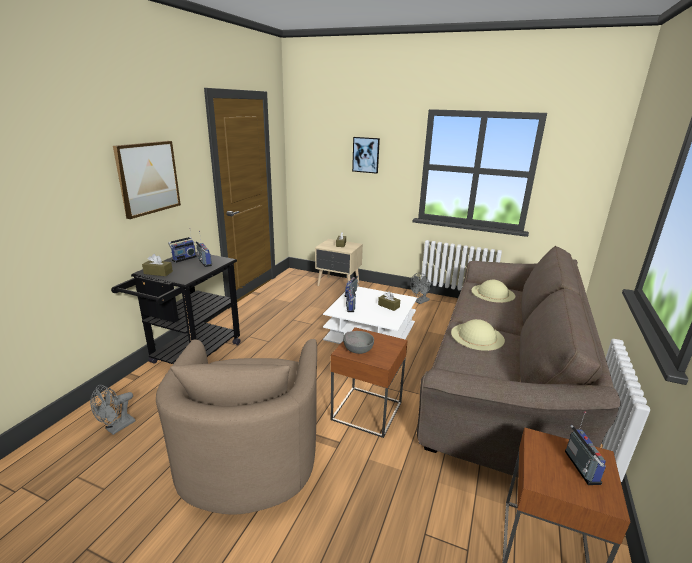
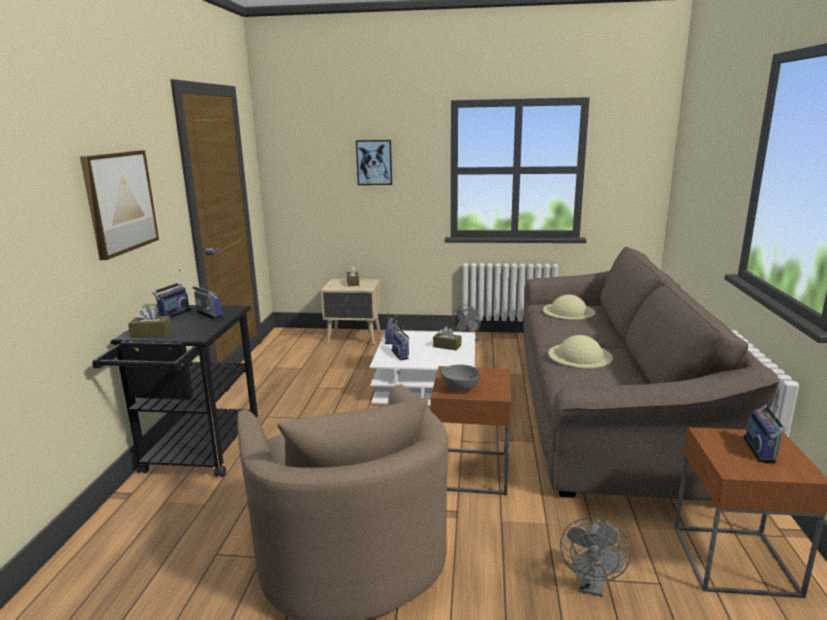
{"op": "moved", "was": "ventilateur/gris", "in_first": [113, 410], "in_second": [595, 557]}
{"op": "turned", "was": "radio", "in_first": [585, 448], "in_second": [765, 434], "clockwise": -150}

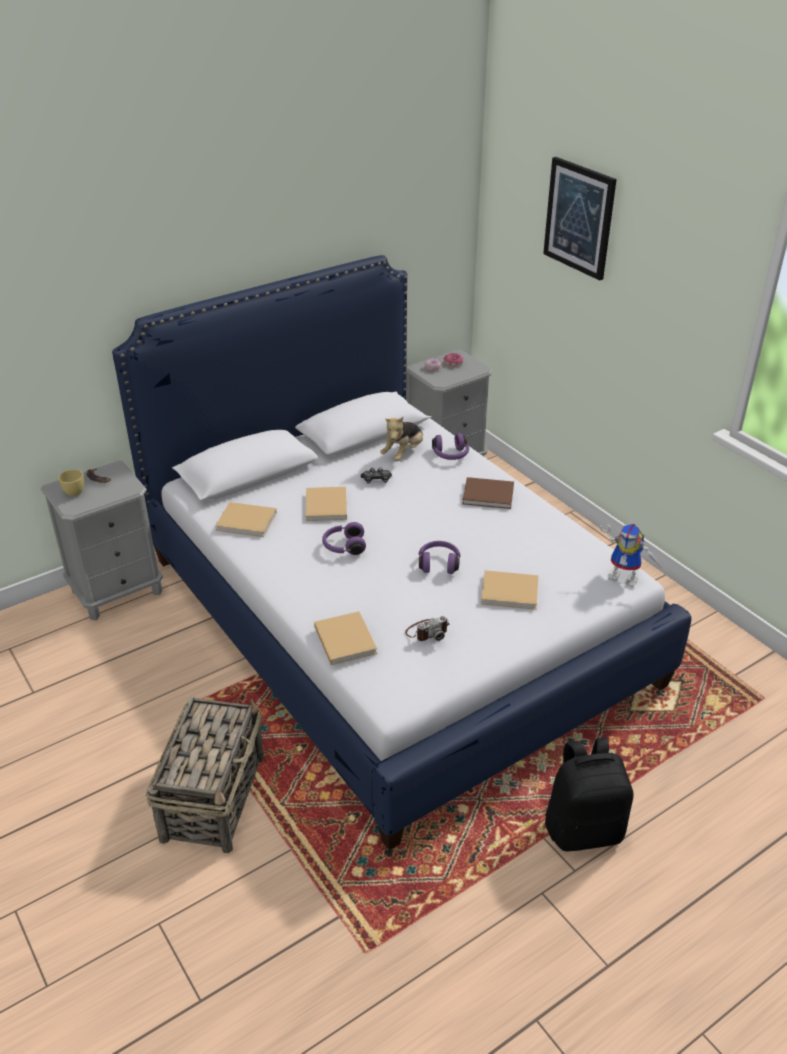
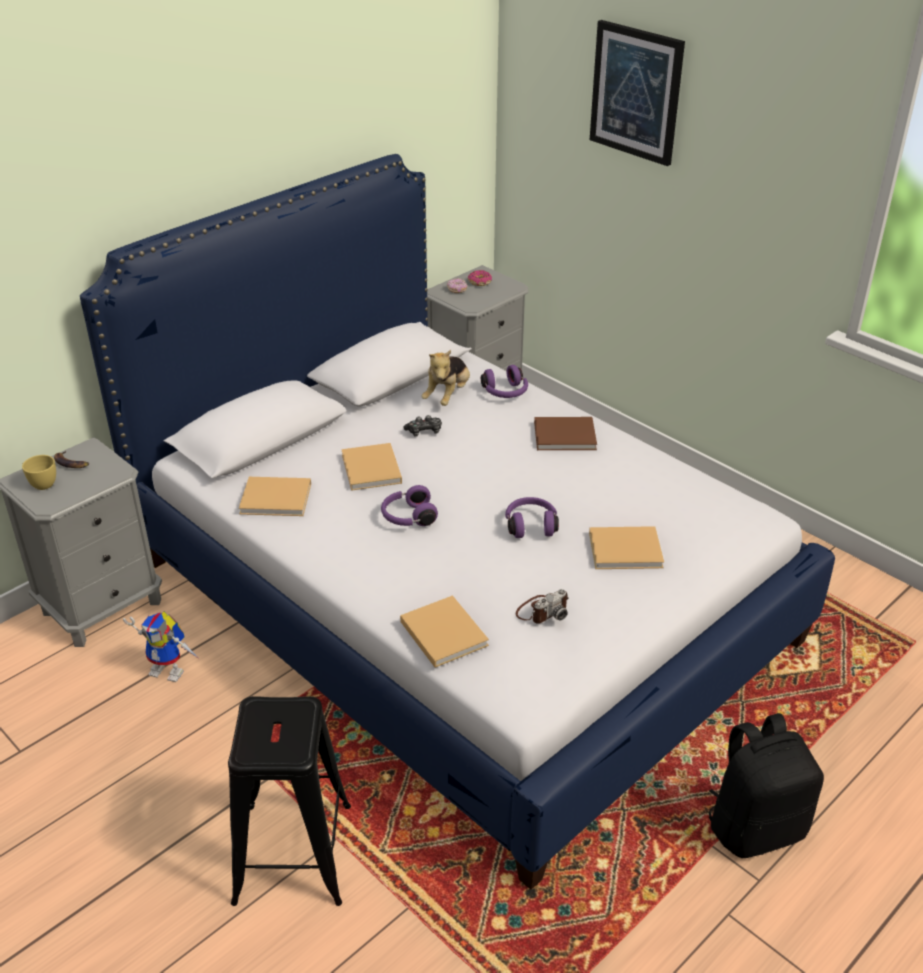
{"op": "moved", "was": "robot jouet", "in_first": [631, 555], "in_second": [161, 647]}
{"op": "replaced", "was": "panier", "now": "tabouret/noir", "in_first": [205, 775], "in_second": [289, 801]}

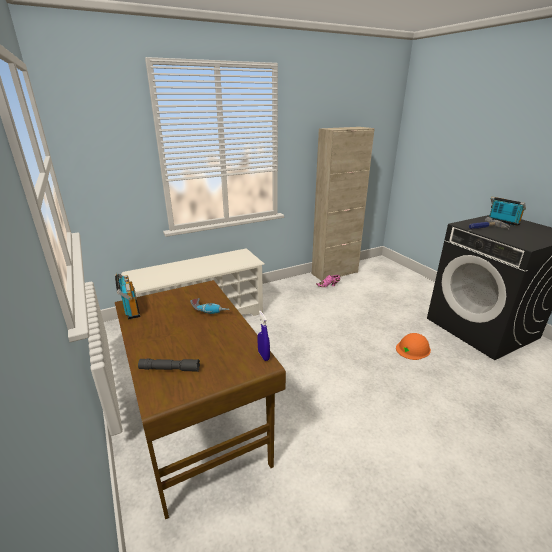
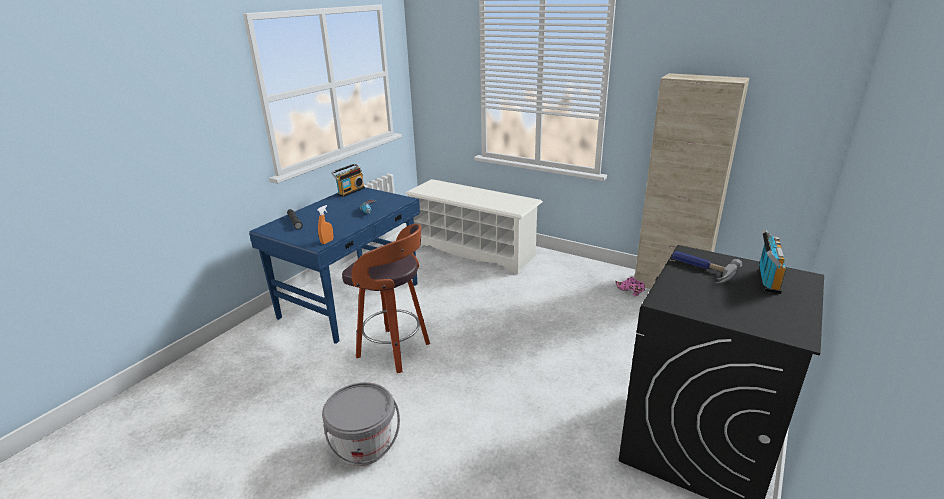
{"op": "recoloured", "was": "bureau/marron", "now": "bureau/bleu", "in_first": [200, 400], "in_second": [334, 265]}
{"op": "recoloured", "was": "vaporisateur/bleu", "now": "vaporisateur/orange", "in_first": [263, 336], "in_second": [325, 224]}
{"op": "added", "now": "seau/gris", "in_second": [361, 424]}
{"op": "added", "now": "tabouret", "in_second": [386, 298]}
{"op": "removed", "was": "casque de chantier/orange", "in_first": [413, 346]}

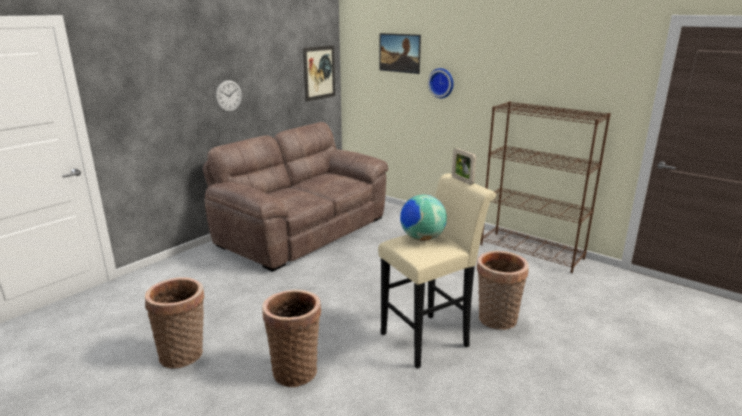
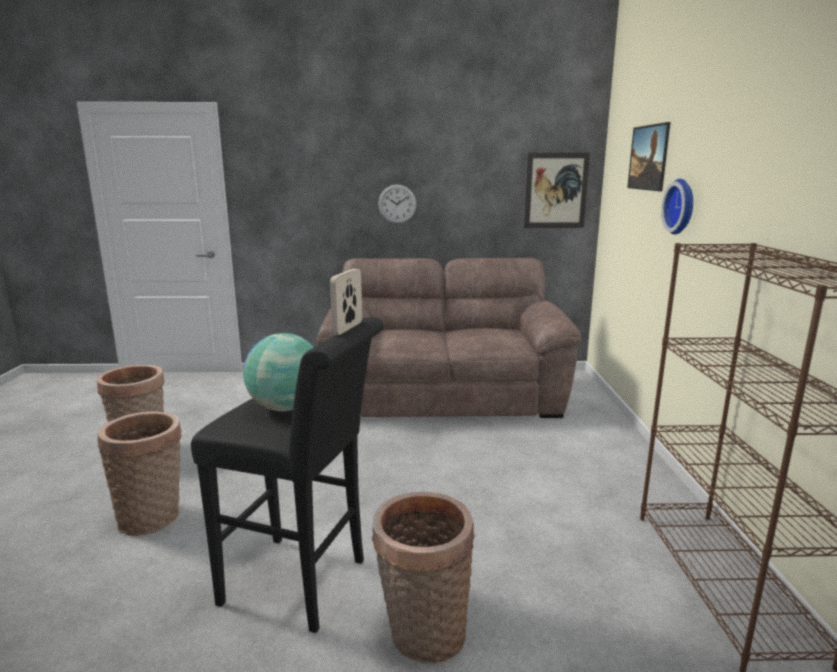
{"op": "recoloured", "was": "tabouret/beige", "now": "tabouret/noir", "in_first": [437, 271], "in_second": [287, 475]}

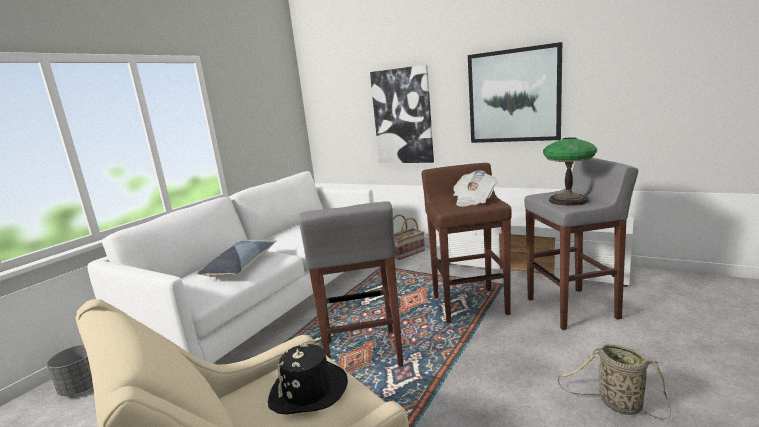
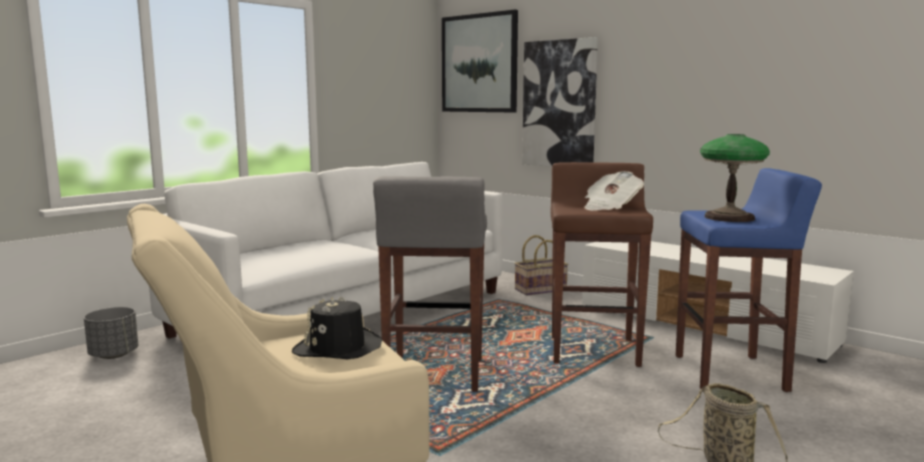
{"op": "moved", "was": "tableau", "in_first": [515, 92], "in_second": [480, 61]}
{"op": "recoloured", "was": "tabouret/gris", "now": "tabouret/bleu", "in_first": [581, 244], "in_second": [749, 280]}
{"op": "removed", "was": "coussin", "in_first": [236, 258]}

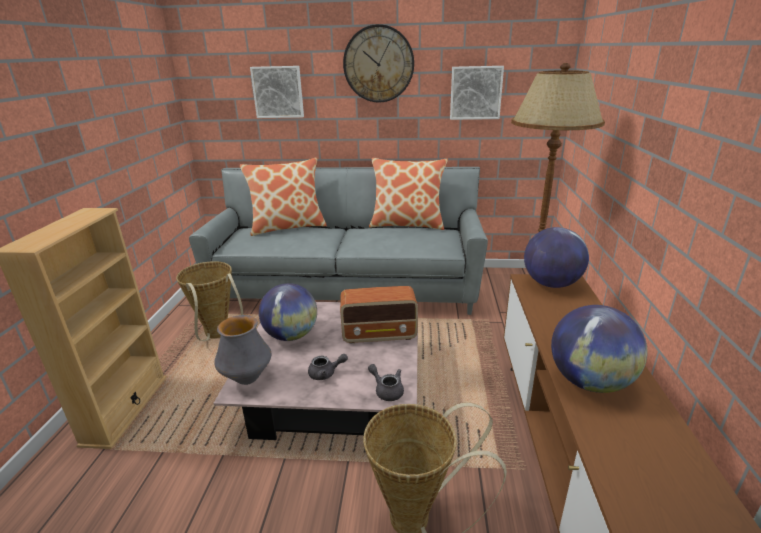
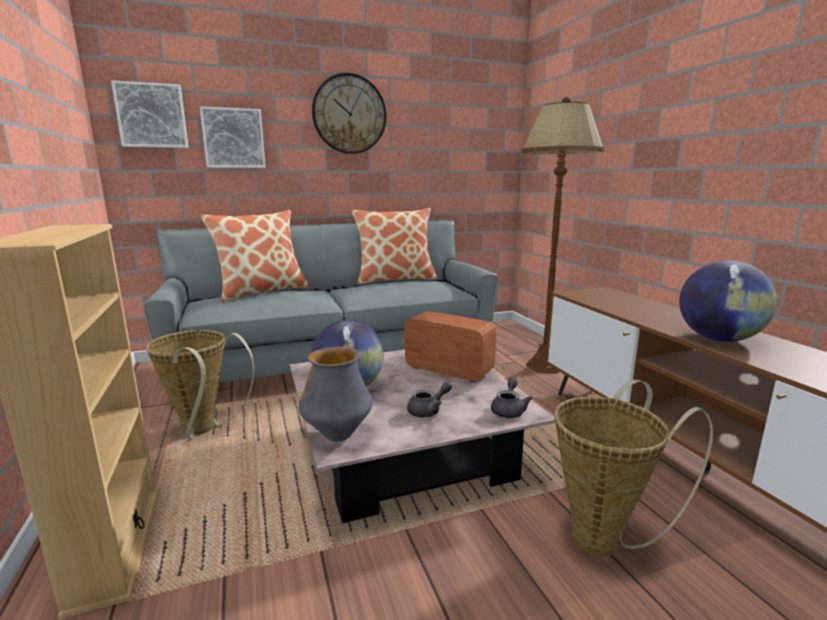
{"op": "moved", "was": "tableau", "in_first": [477, 93], "in_second": [149, 114]}
{"op": "turned", "was": "radio", "in_first": [379, 315], "in_second": [451, 347], "clockwise": -120}
{"op": "turned", "was": "théière/gris", "in_first": [386, 382], "in_second": [512, 397], "clockwise": 90}
{"op": "removed", "was": "globe", "in_first": [556, 257]}

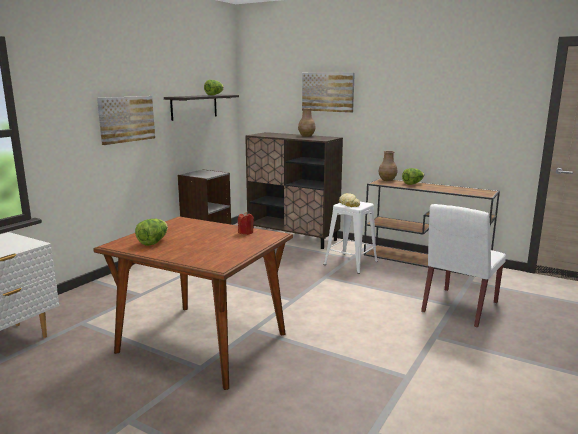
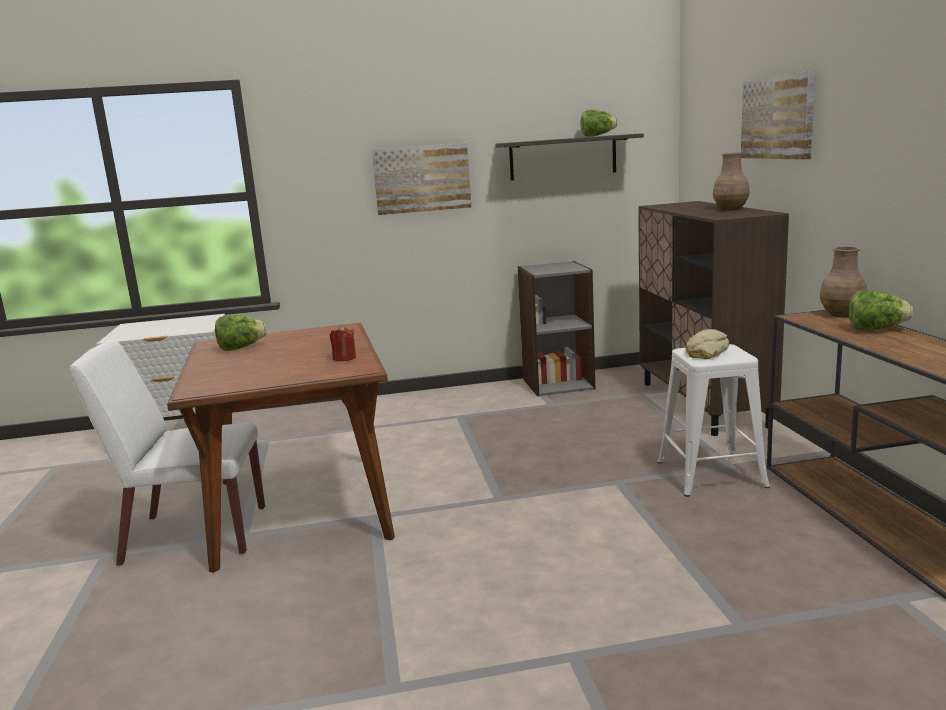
{"op": "moved", "was": "chaise/blanc", "in_first": [463, 266], "in_second": [167, 453]}

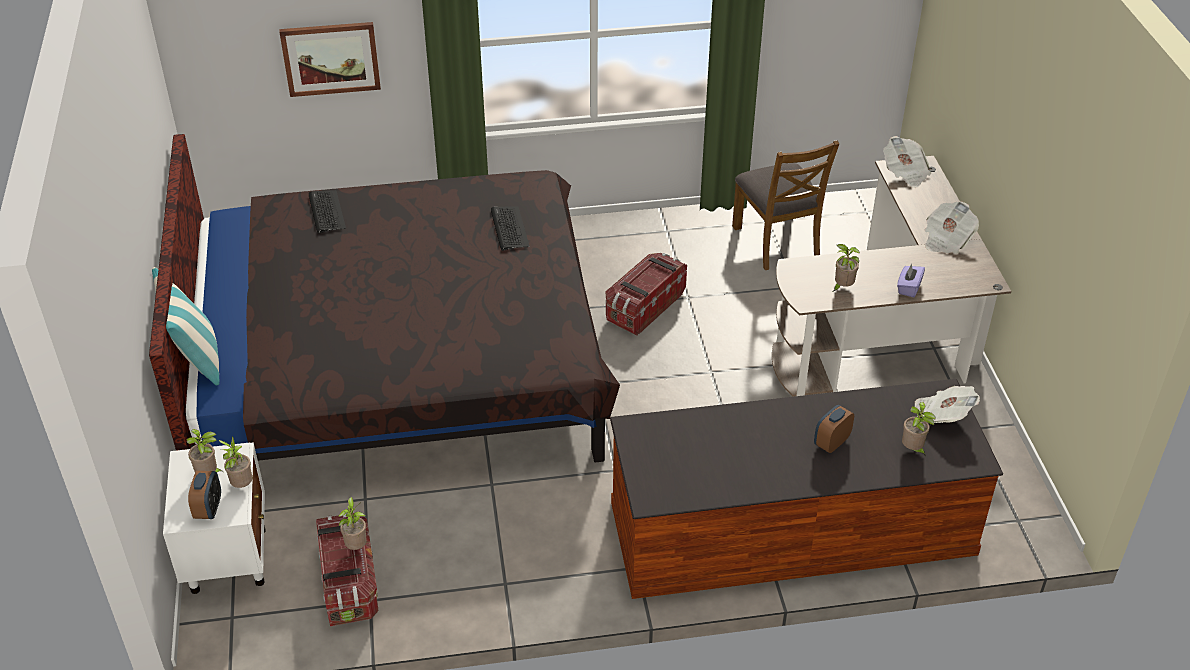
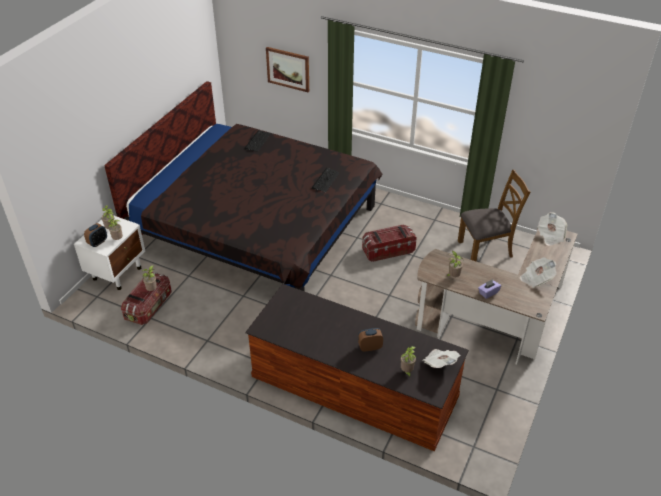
{"op": "turned", "was": "chaise/marron", "in_first": [785, 205], "in_second": [494, 215], "clockwise": -120}
{"op": "removed", "was": "coussin", "in_first": [185, 326]}

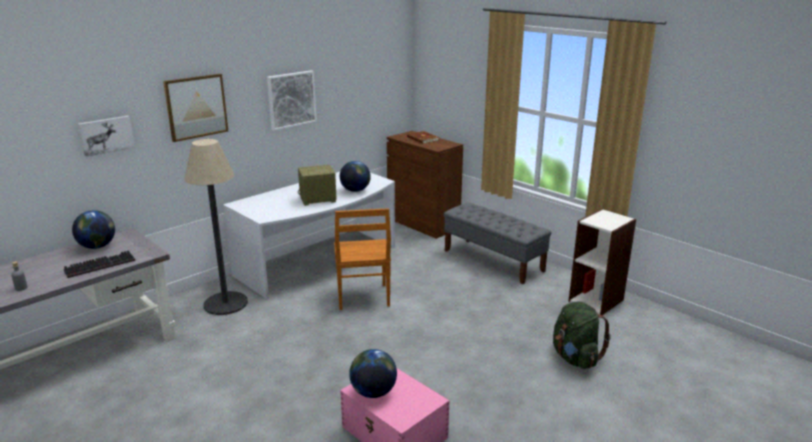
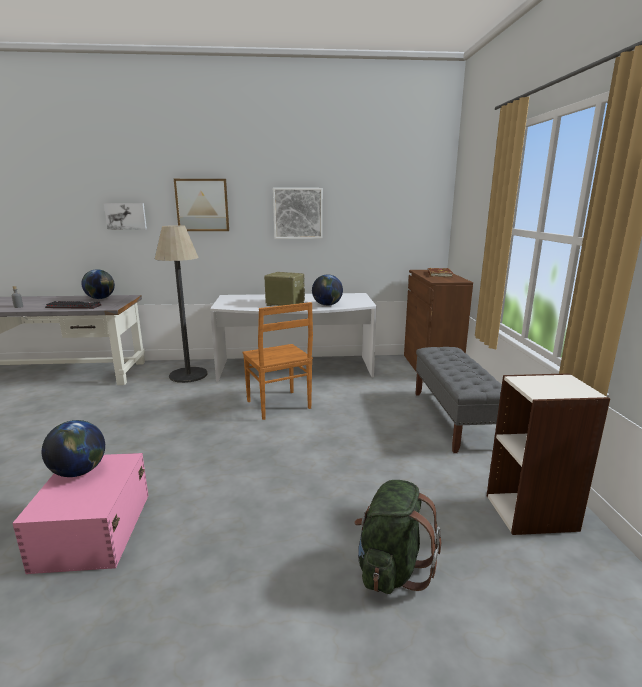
{"op": "turned", "was": "chaise/marron", "in_first": [362, 259], "in_second": [278, 361], "clockwise": -60}

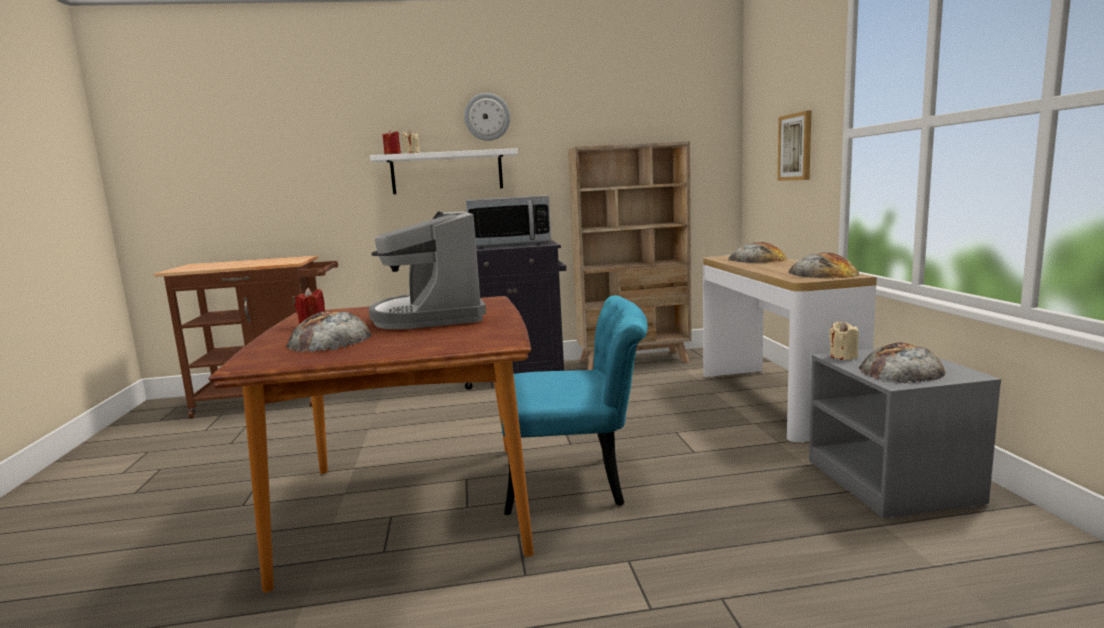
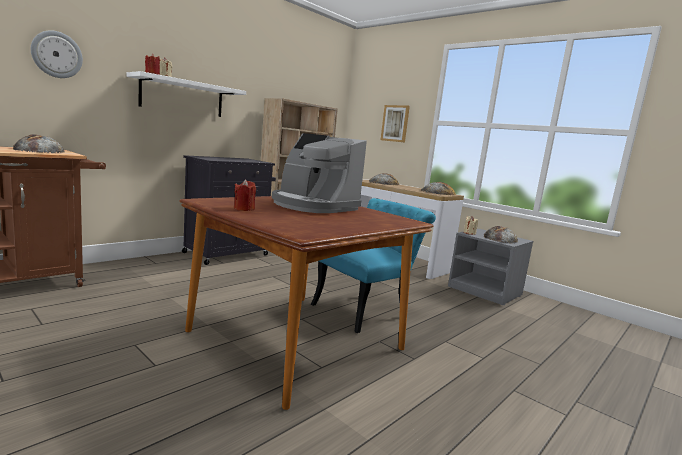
{"op": "moved", "was": "pain", "in_first": [328, 331], "in_second": [39, 143]}
{"op": "moved", "was": "horloge murale", "in_first": [487, 117], "in_second": [57, 54]}
{"op": "removed", "was": "micro-ondes", "in_first": [509, 221]}

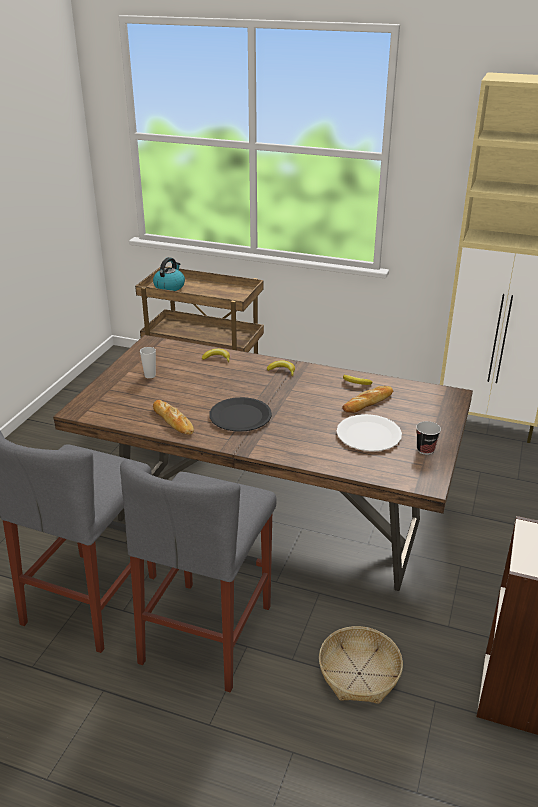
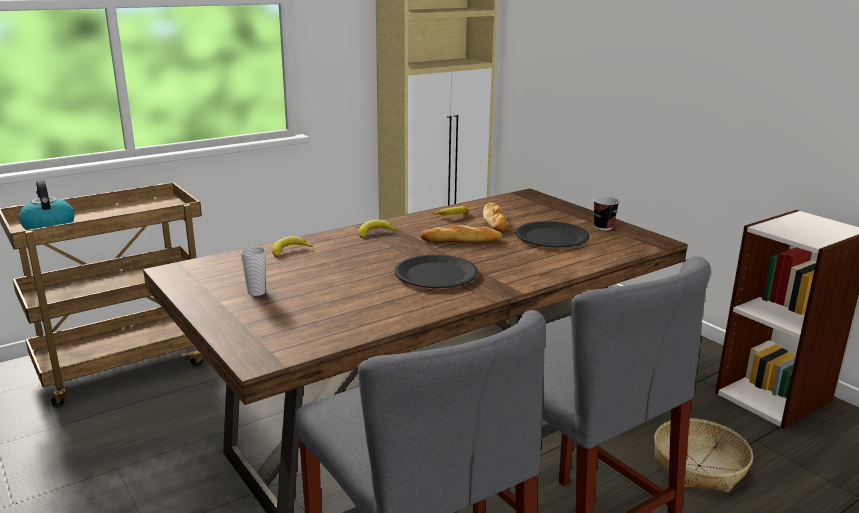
{"op": "moved", "was": "pain", "in_first": [173, 417], "in_second": [461, 234]}
{"op": "recoloured", "was": "assiette/blanc", "now": "assiette/noir", "in_first": [369, 432], "in_second": [552, 234]}

